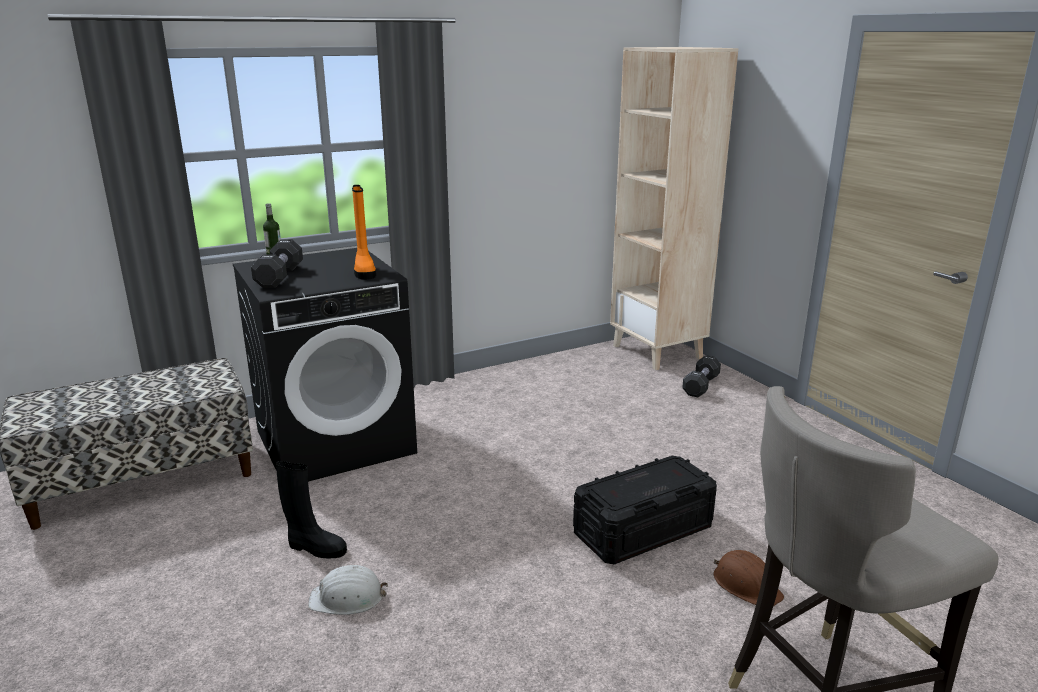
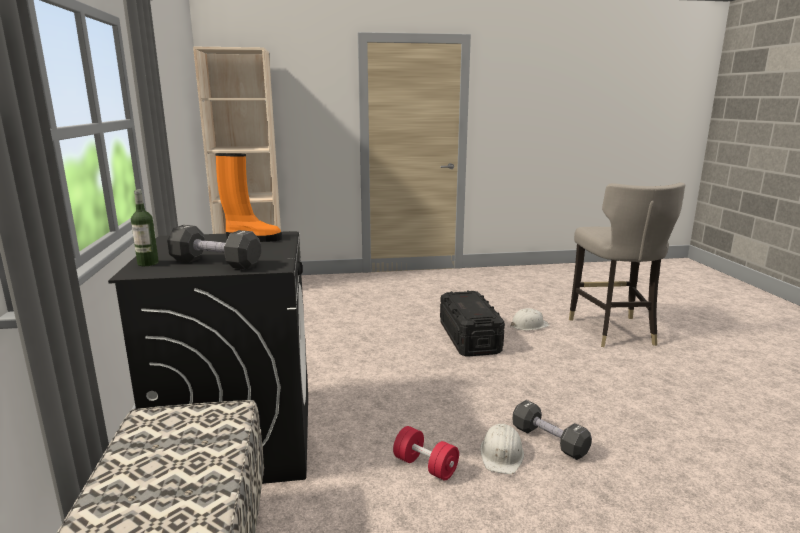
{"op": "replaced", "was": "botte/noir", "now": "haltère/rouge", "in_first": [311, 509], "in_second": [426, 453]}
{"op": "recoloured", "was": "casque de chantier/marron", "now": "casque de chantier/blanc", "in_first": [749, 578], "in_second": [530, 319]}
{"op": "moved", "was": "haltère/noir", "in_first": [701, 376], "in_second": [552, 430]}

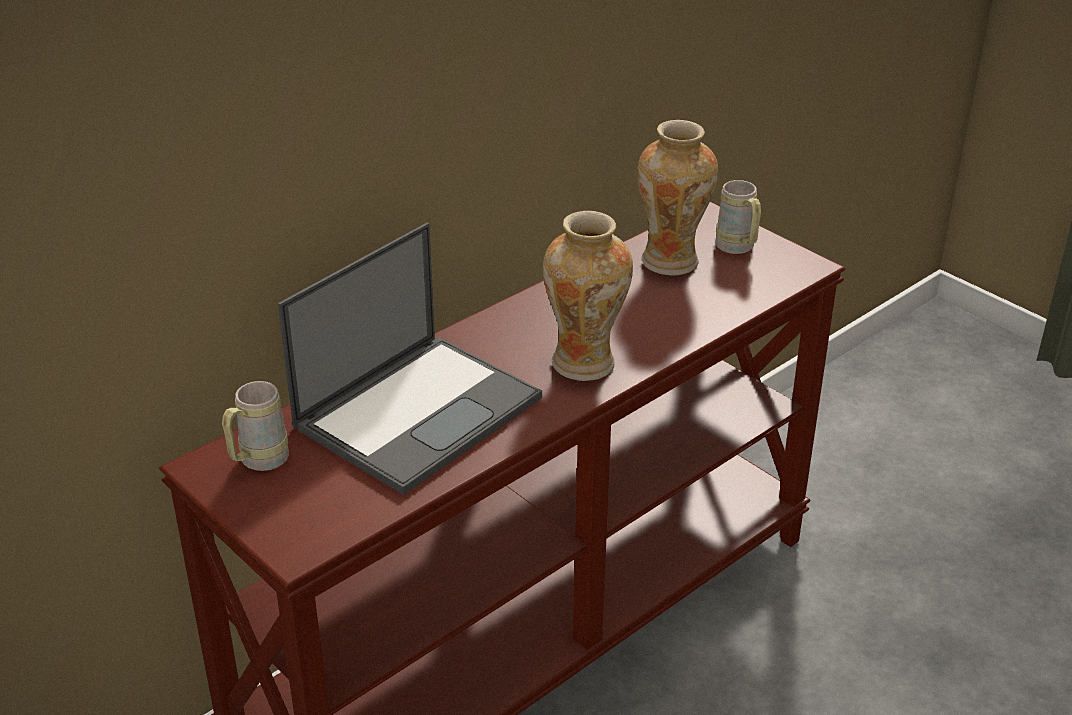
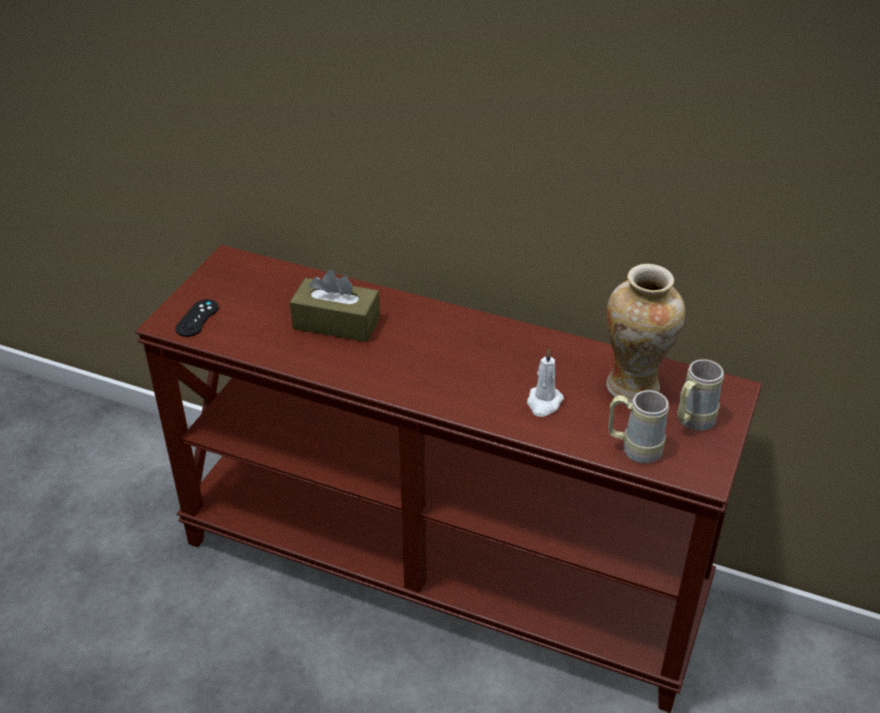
{"op": "added", "now": "manette/noir", "in_second": [197, 318]}
{"op": "replaced", "was": "ordinateur portable", "now": "boîte à mouchoirs/marron", "in_first": [410, 358], "in_second": [335, 306]}
{"op": "added", "now": "bougie/blanc", "in_second": [545, 383]}
{"op": "moved", "was": "mug/beige", "in_first": [255, 426], "in_second": [638, 426]}
{"op": "removed", "was": "vase", "in_first": [588, 296]}

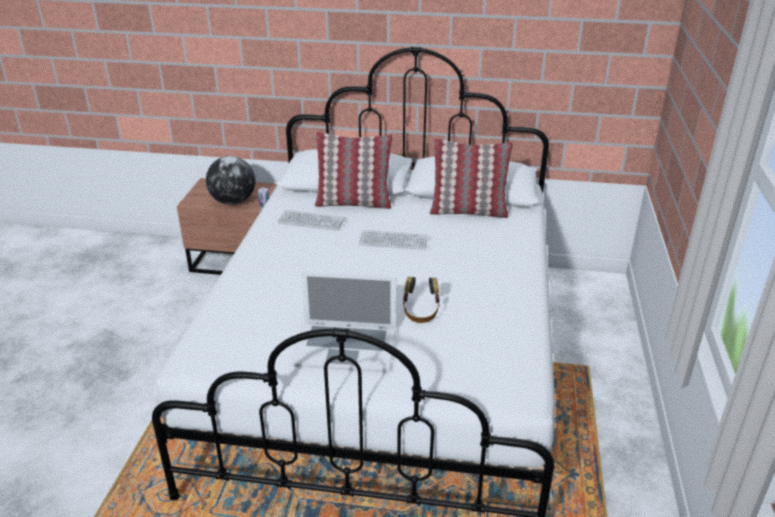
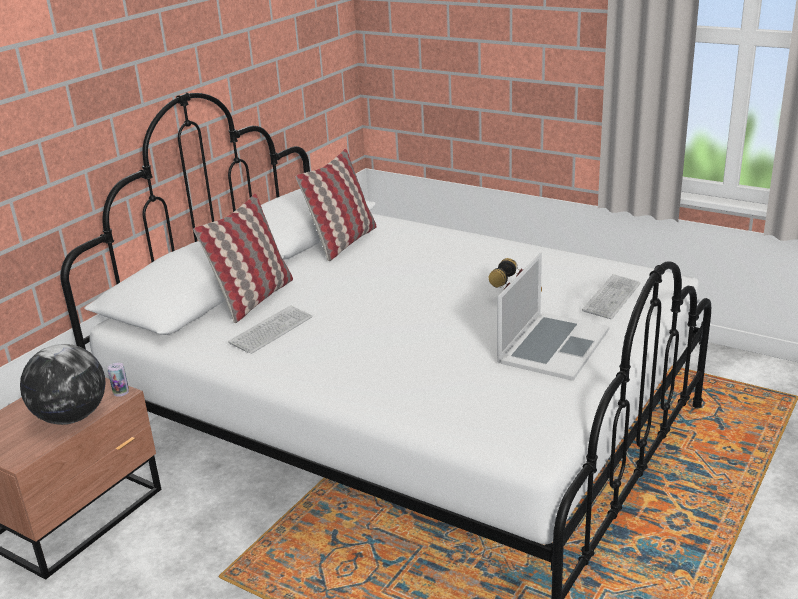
{"op": "moved", "was": "clavier", "in_first": [393, 240], "in_second": [611, 296]}

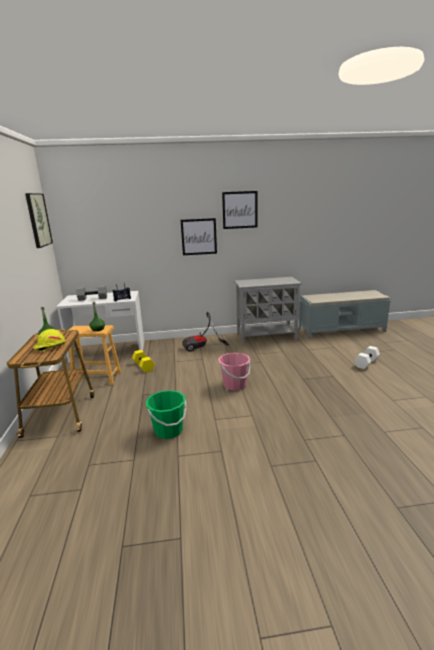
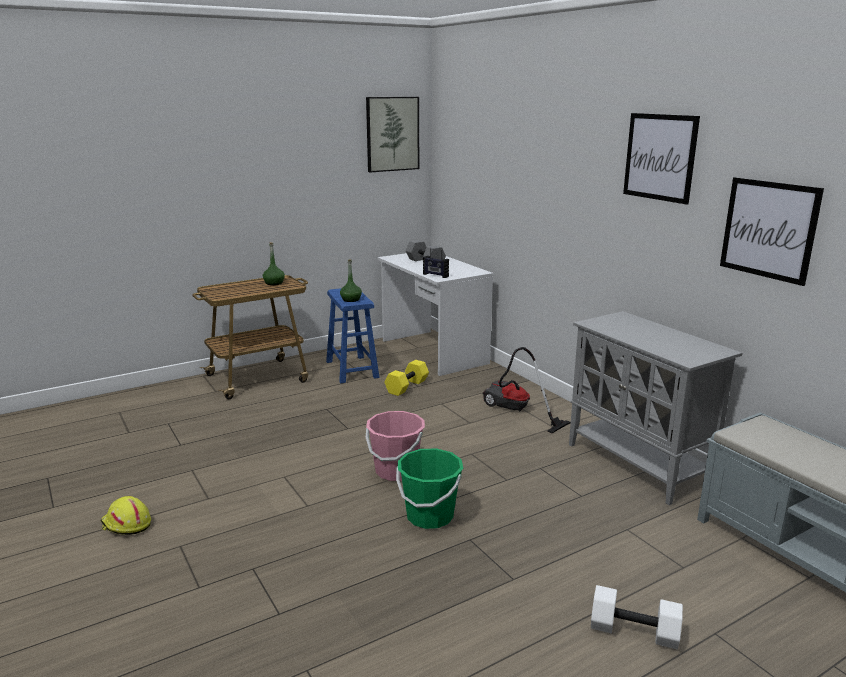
{"op": "moved", "was": "casque de chantier/jaune", "in_first": [49, 340], "in_second": [126, 515]}
{"op": "recoloured", "was": "tabouret/marron", "now": "tabouret/bleu", "in_first": [95, 355], "in_second": [353, 335]}
{"op": "moved", "was": "seau/vert", "in_first": [166, 414], "in_second": [429, 488]}
{"op": "moved", "was": "tableau", "in_first": [199, 236], "in_second": [772, 231]}

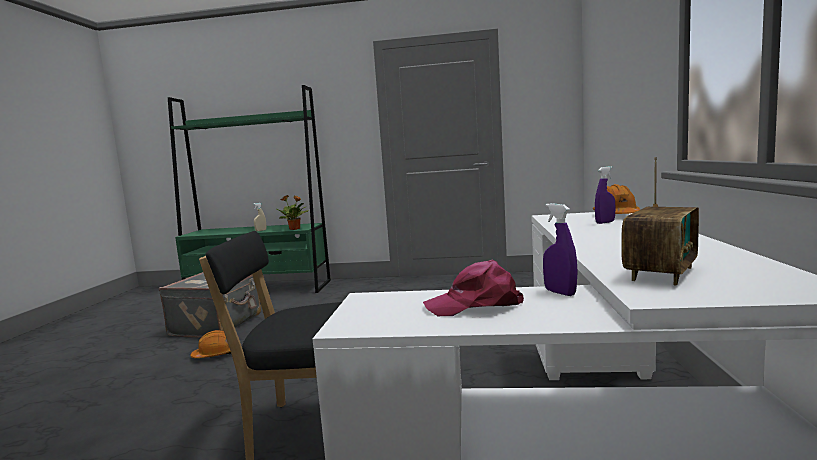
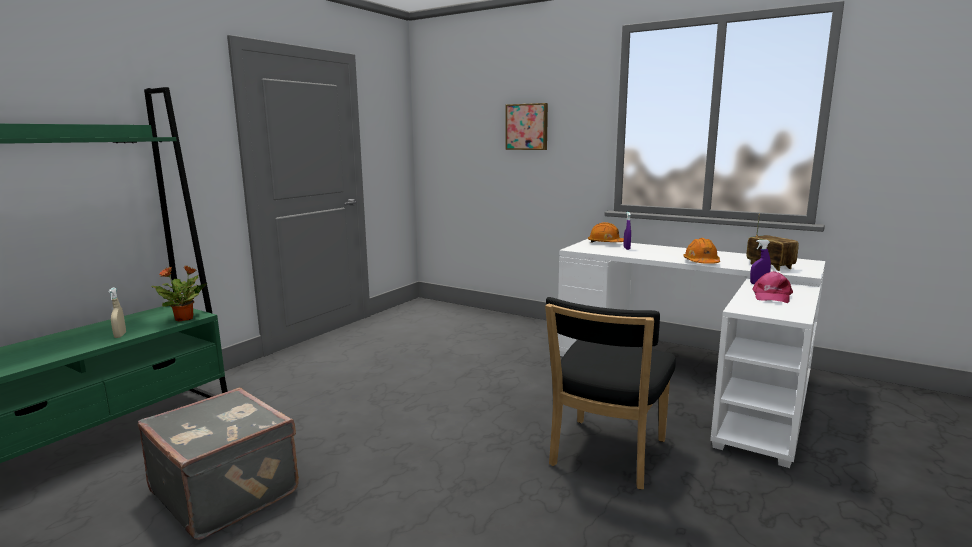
{"op": "added", "now": "tableau", "in_second": [527, 126]}
{"op": "moved", "was": "casque de chantier/orange", "in_first": [210, 344], "in_second": [701, 251]}

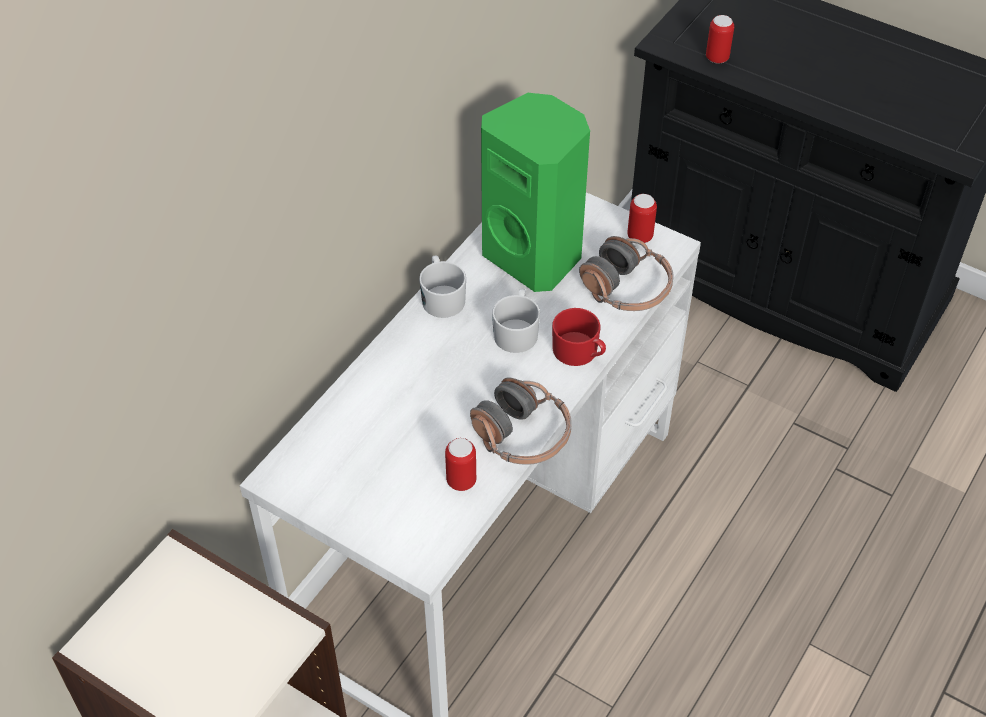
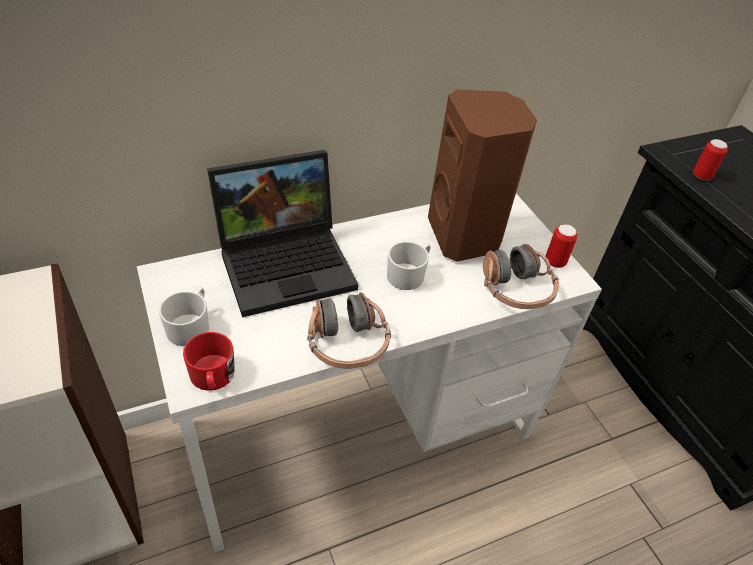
{"op": "moved", "was": "mug/blanc", "in_first": [442, 286], "in_second": [184, 316]}
{"op": "moved", "was": "mug/rouge", "in_first": [579, 337], "in_second": [209, 361]}
{"op": "added", "now": "ordinateur portable", "in_second": [282, 233]}
{"op": "recoloured", "was": "enceinte/vert", "now": "enceinte/marron", "in_first": [535, 192], "in_second": [482, 176]}
{"op": "removed", "was": "boîte métallique", "in_first": [460, 464]}

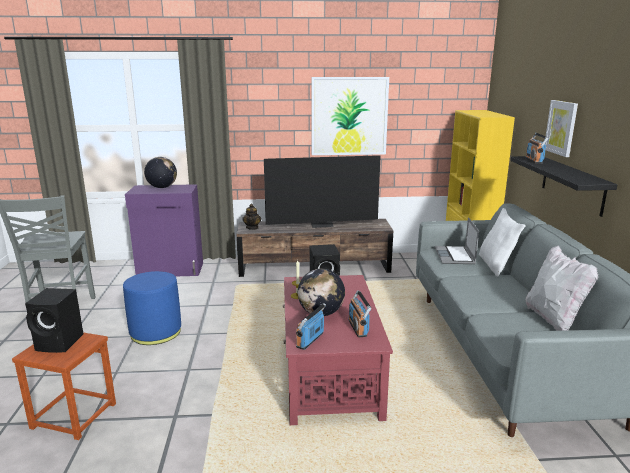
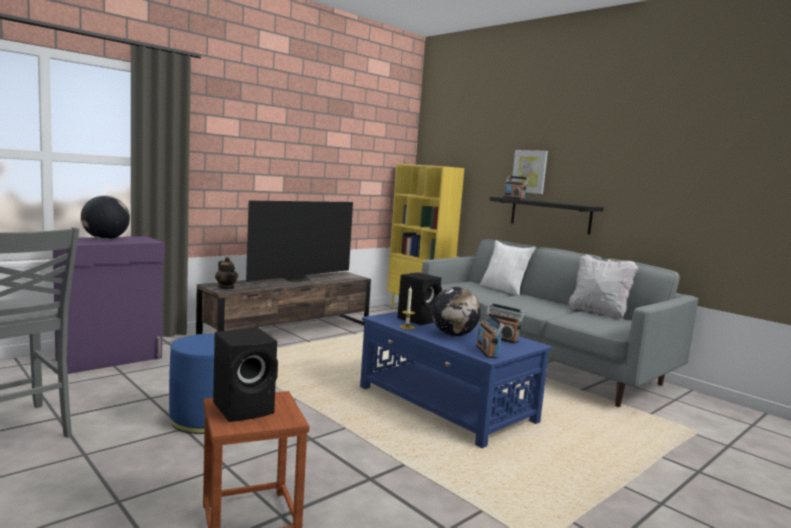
{"op": "recoloured", "was": "table basse/rouge", "now": "table basse/bleu", "in_first": [338, 350], "in_second": [456, 380]}
{"op": "removed", "was": "tableau", "in_first": [350, 116]}
{"op": "removed", "was": "ordinateur portable", "in_first": [457, 240]}

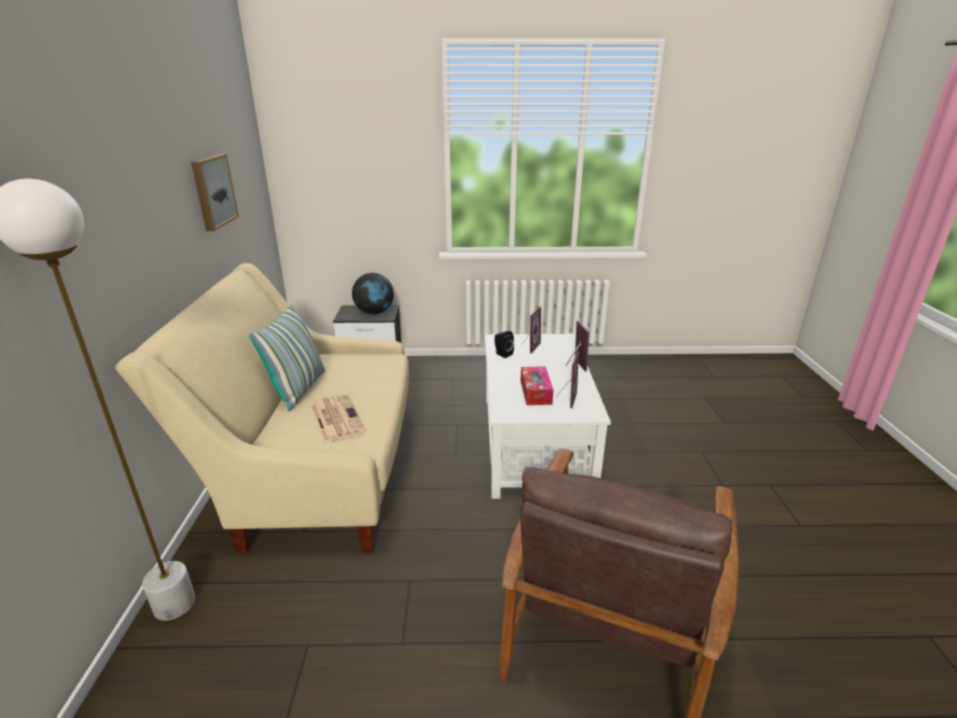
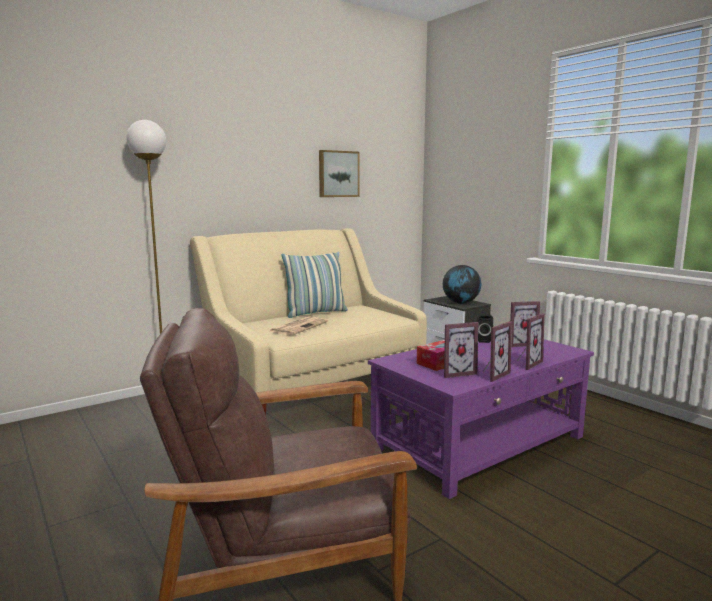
{"op": "recoloured", "was": "table basse/blanc", "now": "table basse/violet", "in_first": [548, 416], "in_second": [481, 419]}
{"op": "added", "now": "cadre photo", "in_second": [497, 351]}

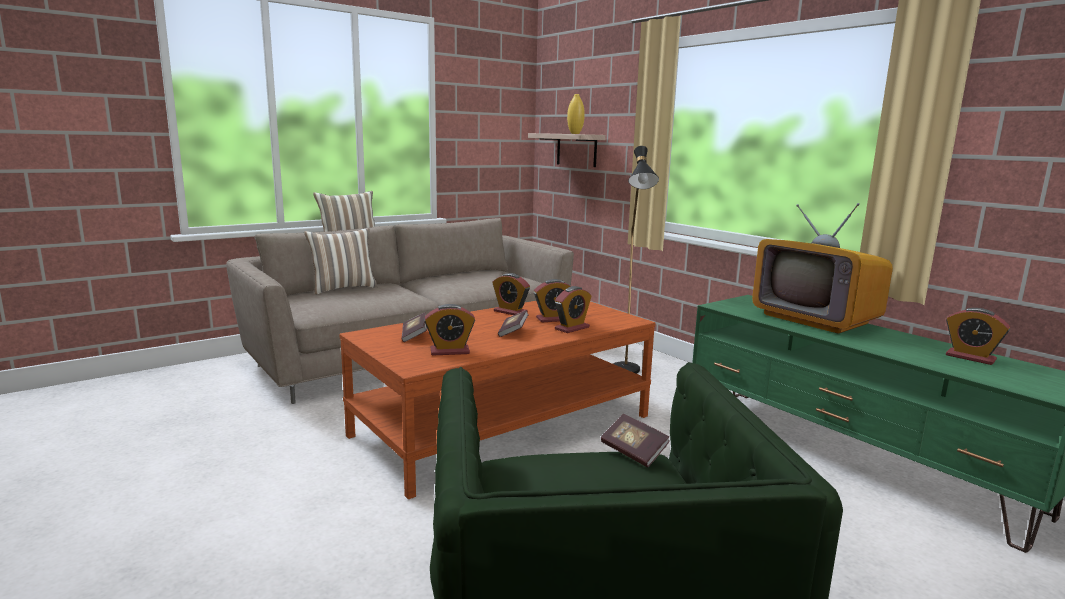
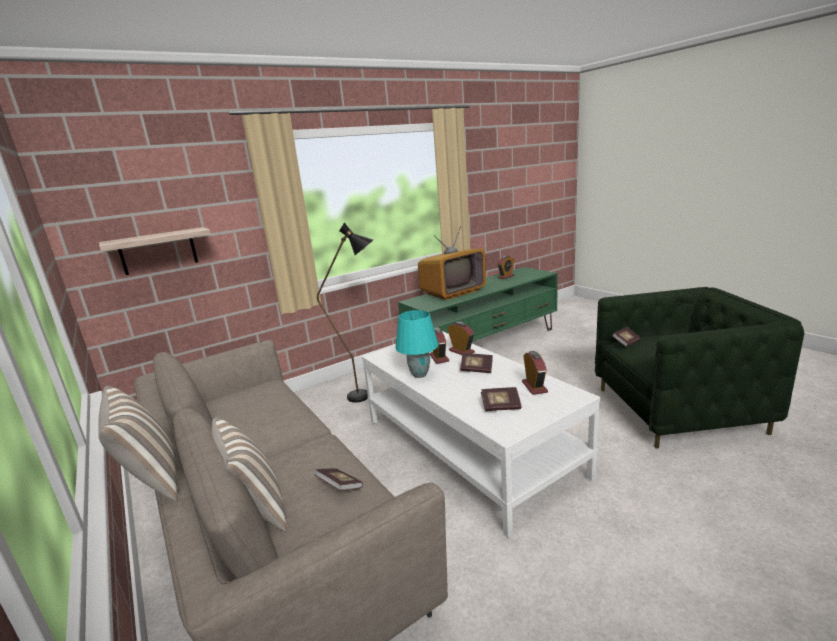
{"op": "added", "now": "livre", "in_second": [339, 479]}
{"op": "recoloured", "was": "table basse/marron", "now": "table basse/blanc", "in_first": [497, 400], "in_second": [481, 434]}
{"op": "replaced", "was": "réveil", "now": "lampe de table/turquoise", "in_first": [511, 294], "in_second": [417, 344]}
{"op": "removed", "was": "vase/jaune", "in_first": [576, 114]}

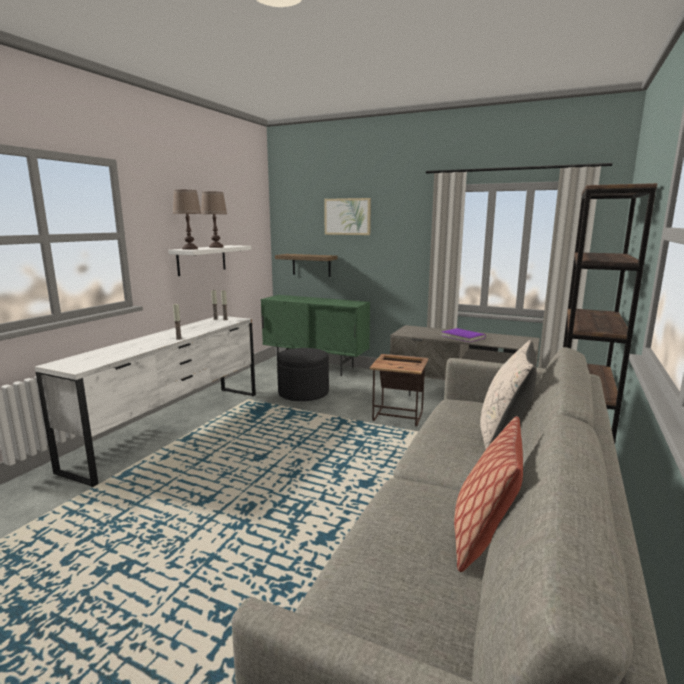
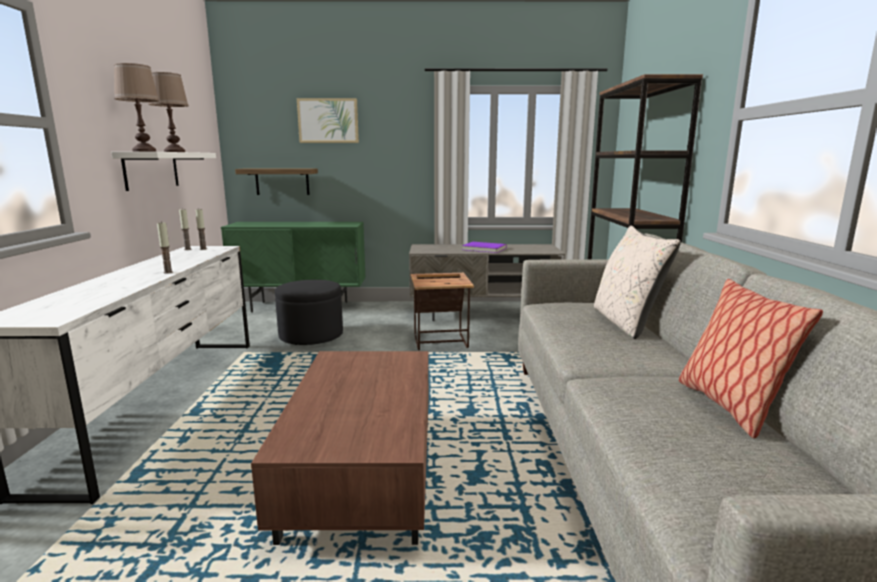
{"op": "added", "now": "table basse/marron", "in_second": [340, 448]}

